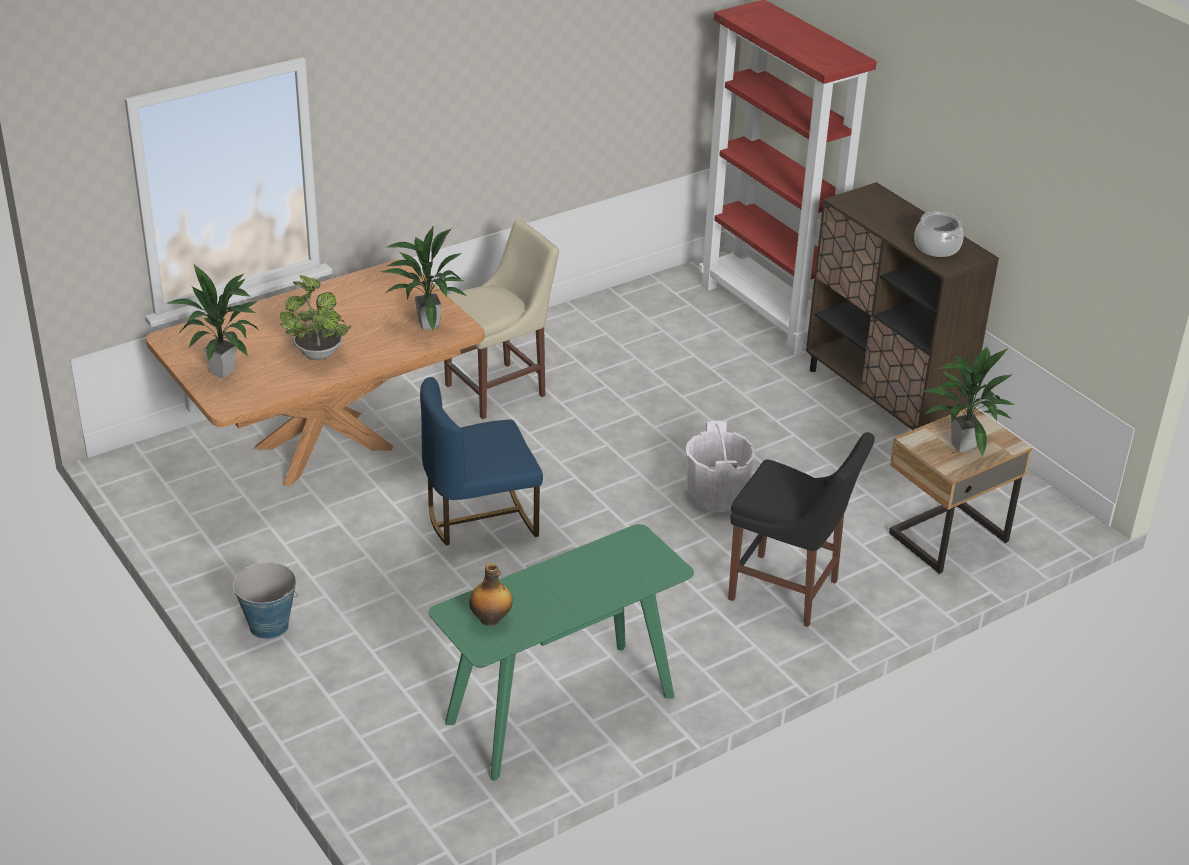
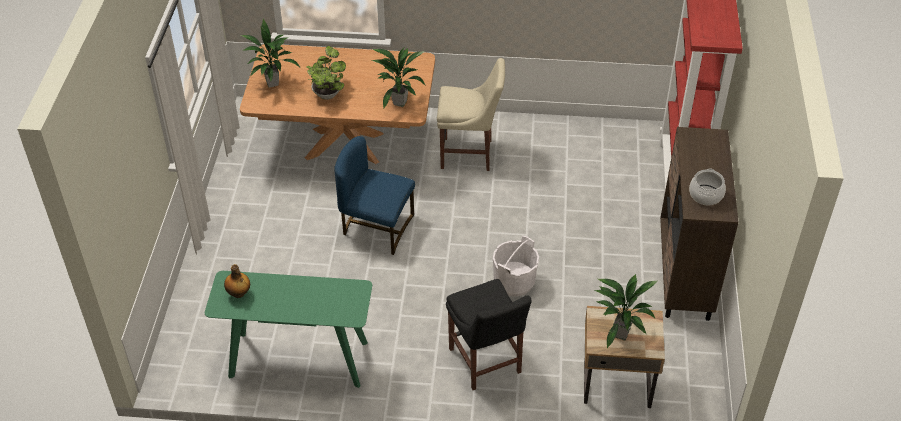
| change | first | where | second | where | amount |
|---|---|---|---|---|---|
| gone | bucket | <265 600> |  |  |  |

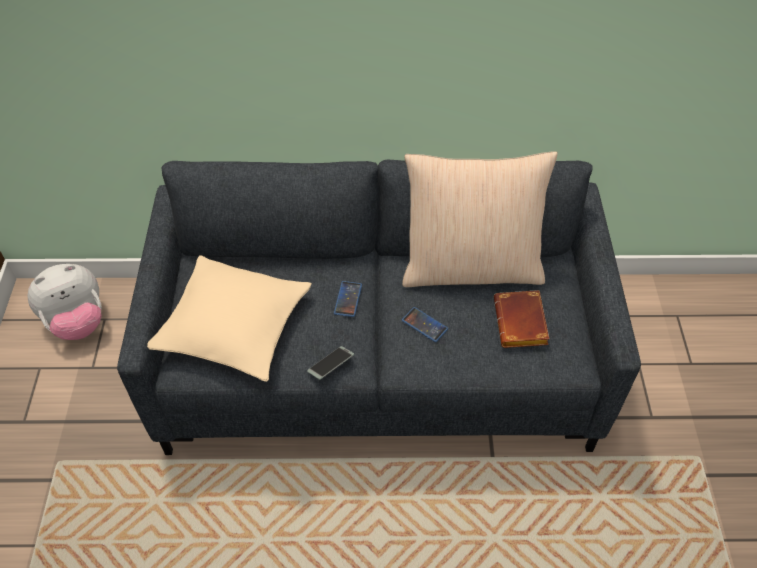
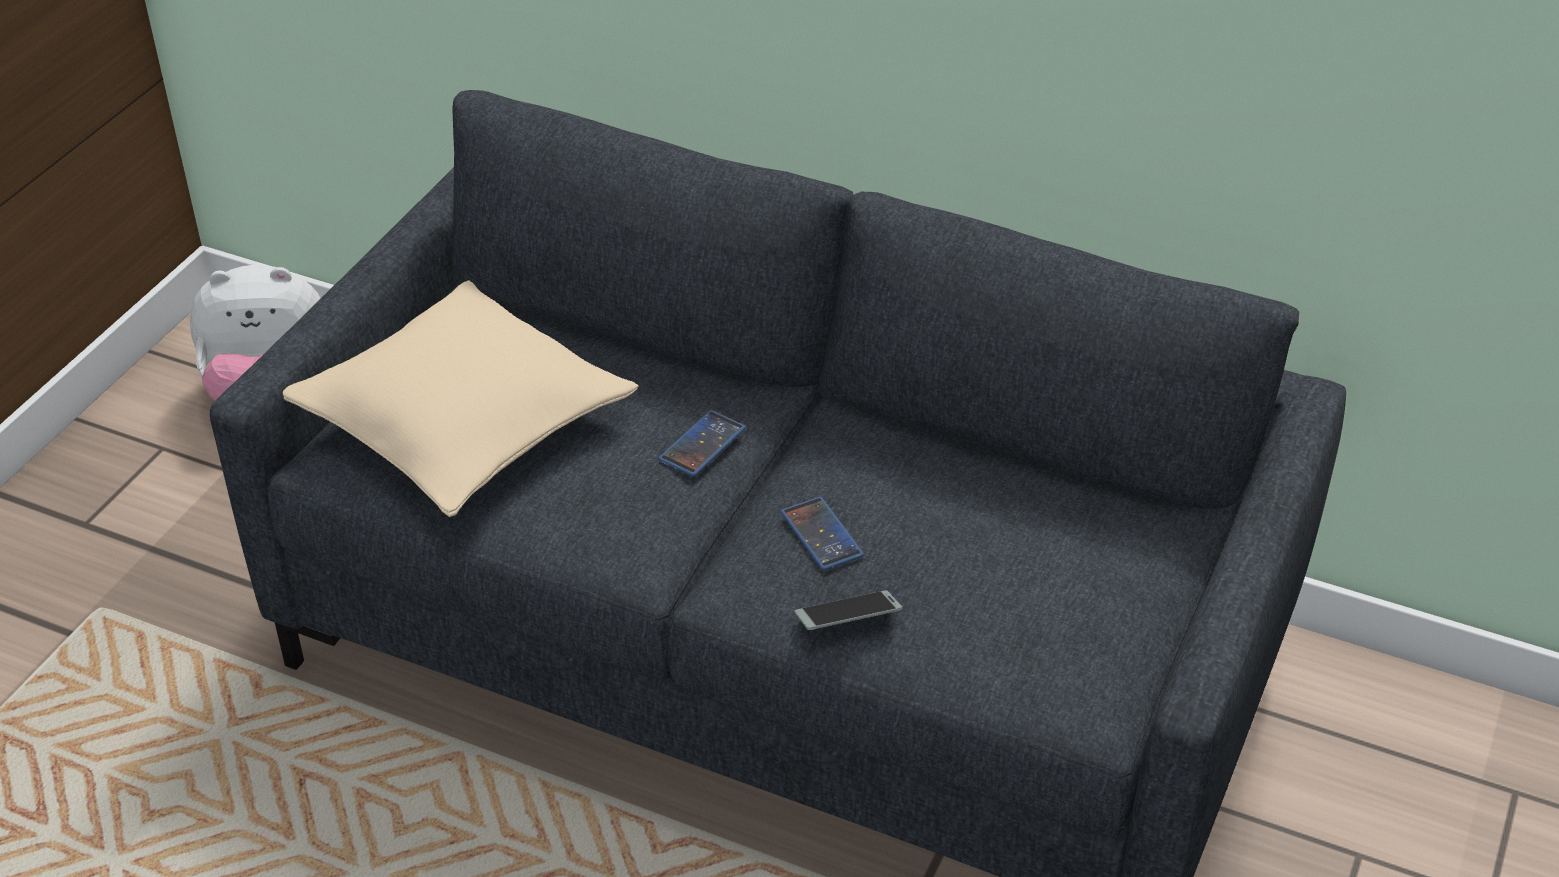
| change | first | where | second | where | amount |
|---|---|---|---|---|---|
| gone | pillow/beige | <480 219> |  |  |  |
| gone | book/brown | <521 319> |  |  |  |
| shifted | phone | <330 363> |  | <848 610> |  |

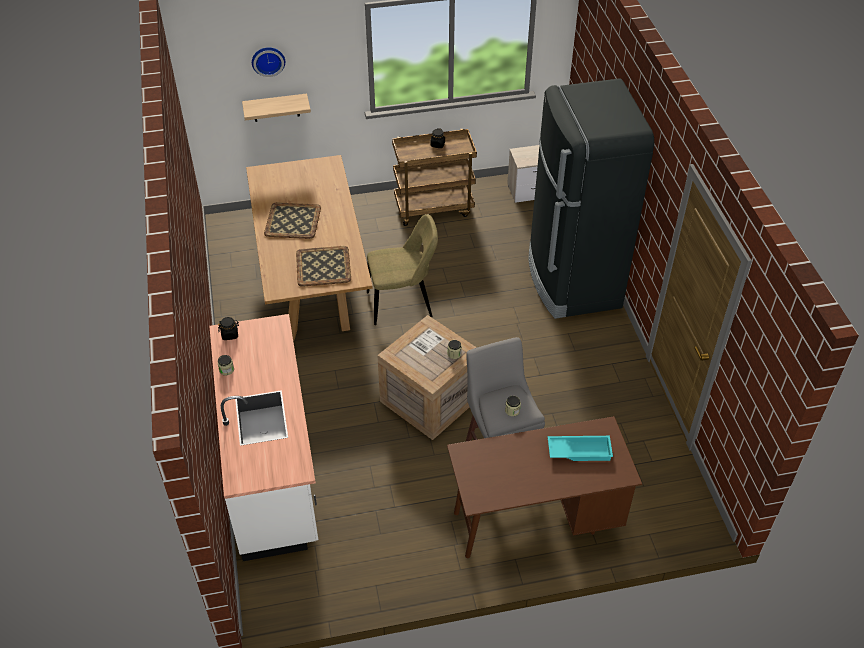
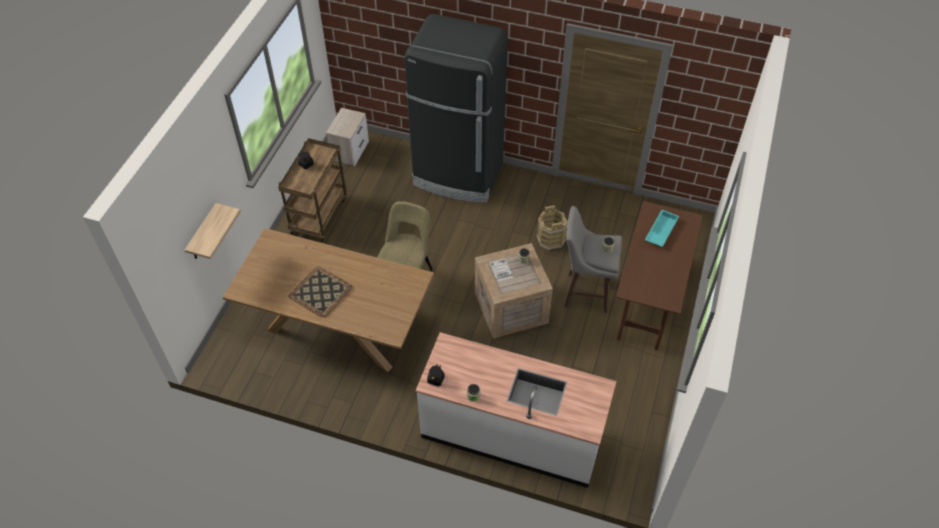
| change | first | where | second | where | amount |
|---|---|---|---|---|---|
| gone | wall clock | <268 62> |  |  |  |
| gone | tray | <323 266> |  |  |  |
| new |  |  | bucket/brown | <551 227> |  |

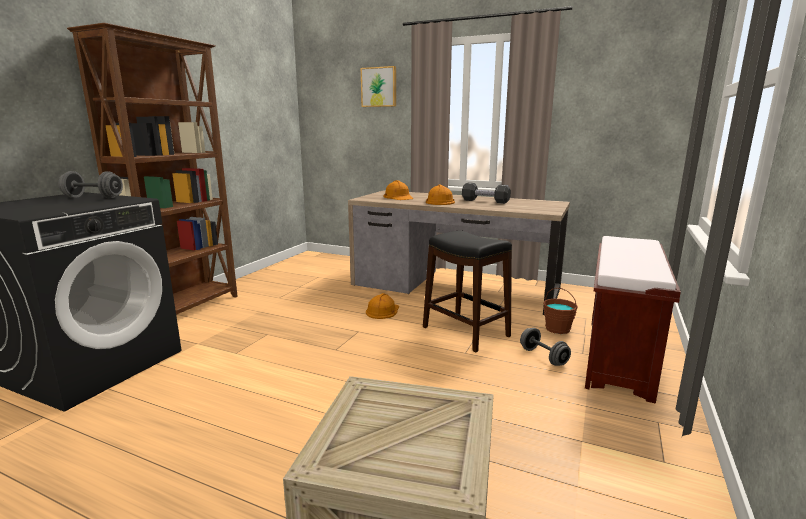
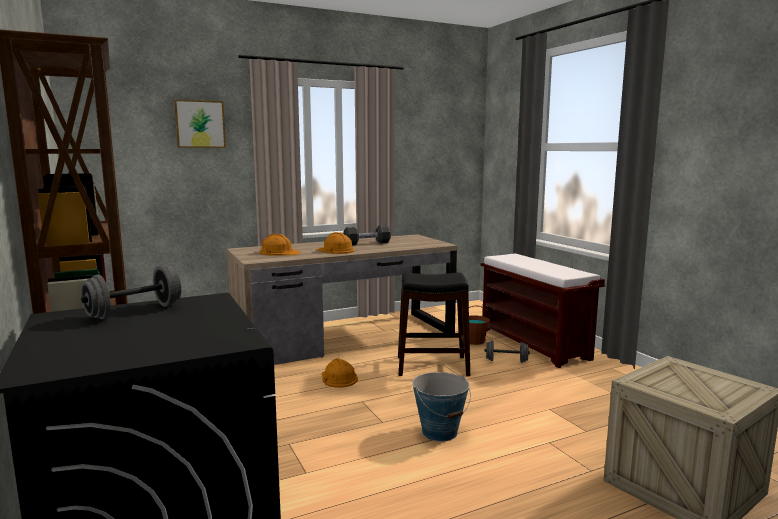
| change | first | where | second | where | amount |
|---|---|---|---|---|---|
| new |  |  | bucket | <441 407> |  |

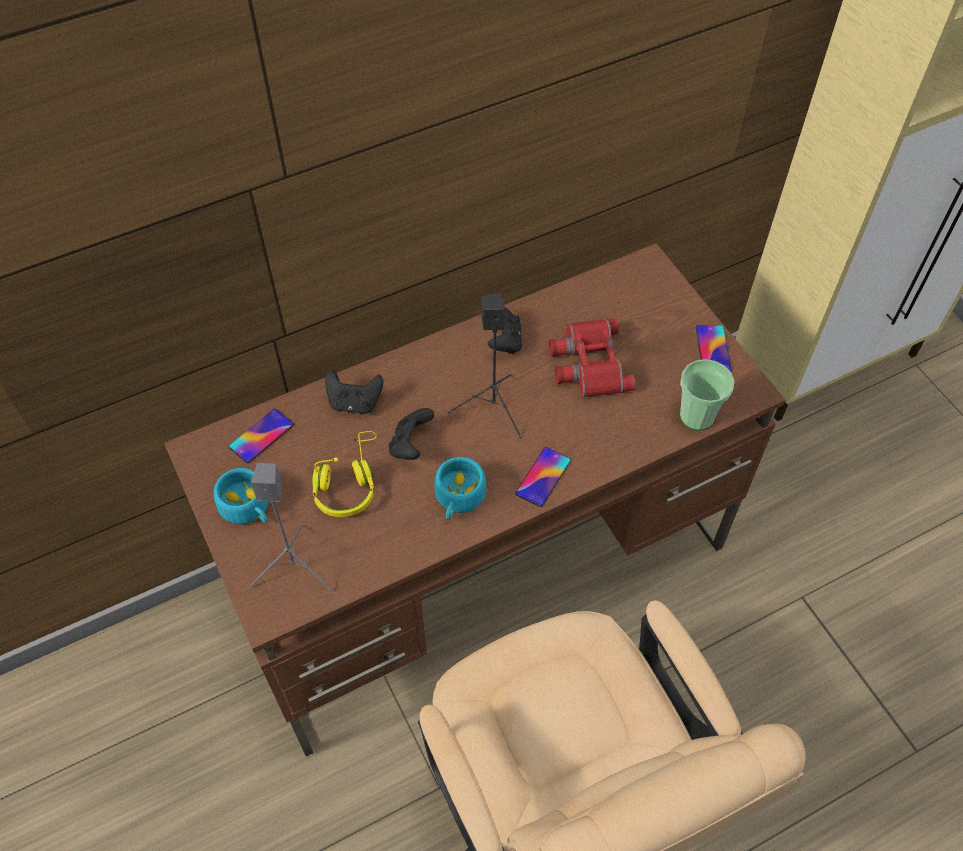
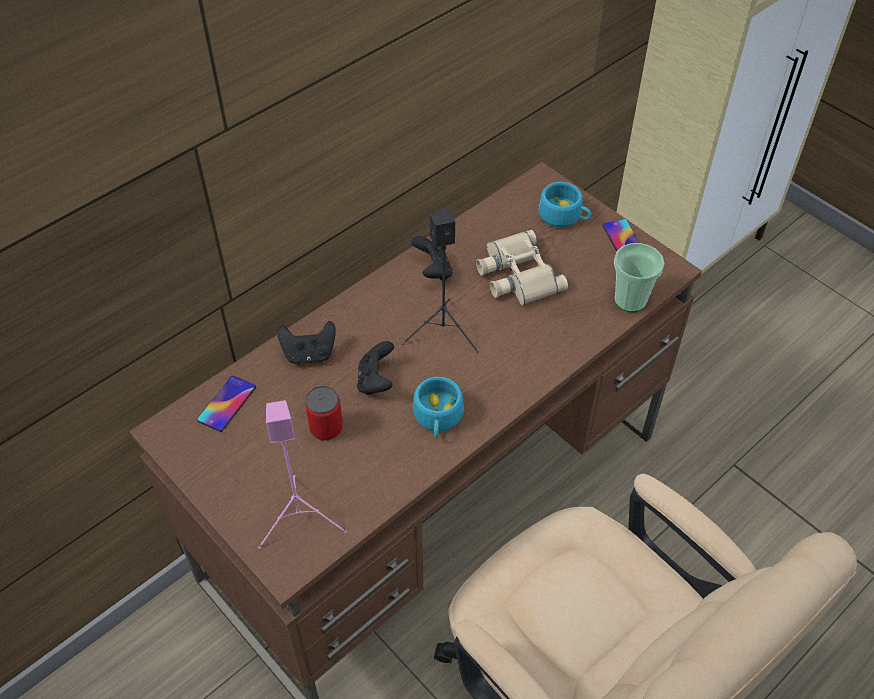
| change | first | where | second | where | amount |
|---|---|---|---|---|---|
| gone | phone | <543 477> |  |  |  |
| shifted | cup/turquoise | <241 496> |  | <565 205> |  |
| swapped | headphones/yellow | <344 474> | can | <324 413> |  |
| repainted | speaker/grey | <291 528> | speaker/pink | <302 474> |  |
| repainted | binoculars/red | <592 358> | binoculars/beige | <522 267> |  |

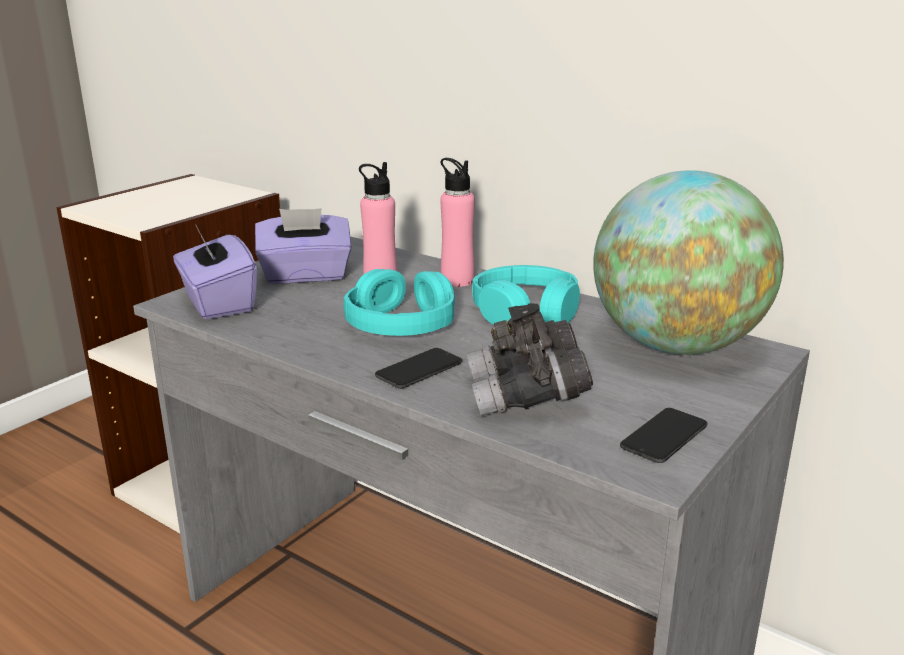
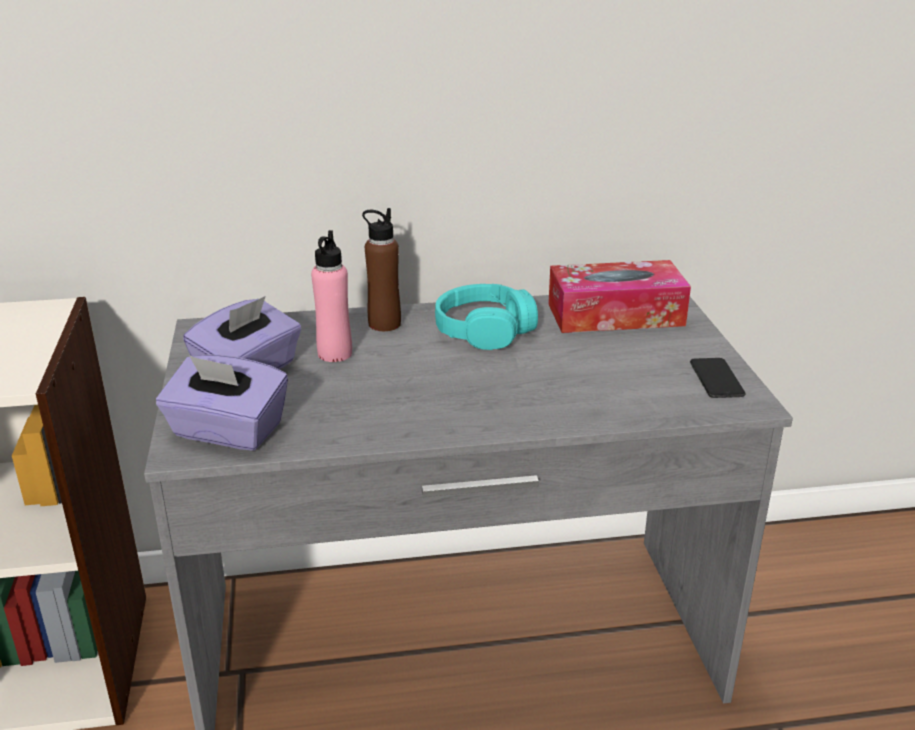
| change | first | where | second | where | amount |
|---|---|---|---|---|---|
| gone | headphones/turquoise | <399 302> |  |  |  |
| gone | phone | <418 368> |  |  |  |
| gone | binoculars/grey | <530 359> |  |  |  |
| swapped | globe | <688 262> | tissue box | <619 296> |  |
| repainted | bottle/pink | <457 222> | bottle/brown | <381 269> |  |

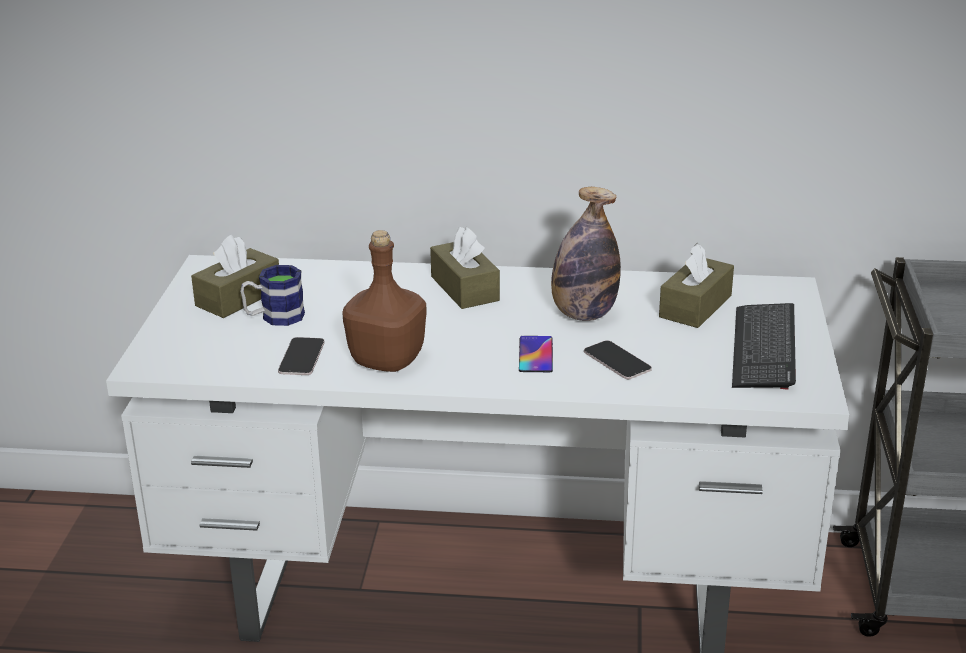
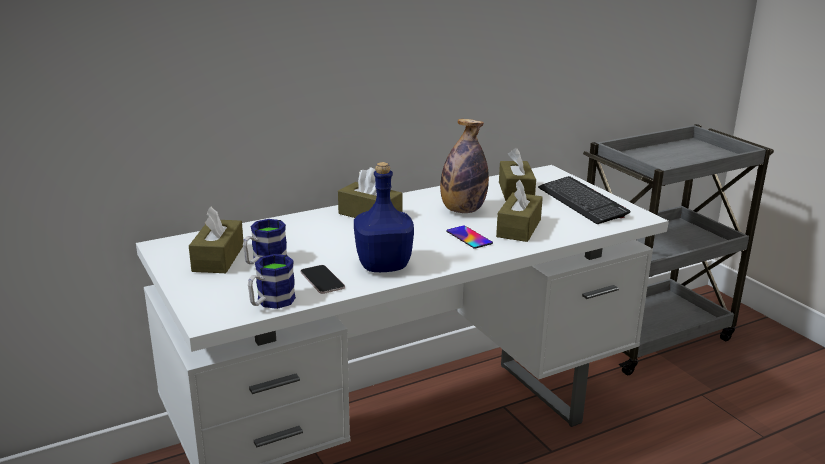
| change | first | where | second | where | amount |
|---|---|---|---|---|---|
| new |  |  | mug | <272 281> |  |
| swapped | phone | <618 359> | tissue box/brown | <519 211> |  |
| repainted | bottle/brown | <384 301> | bottle/blue | <384 217> |  |

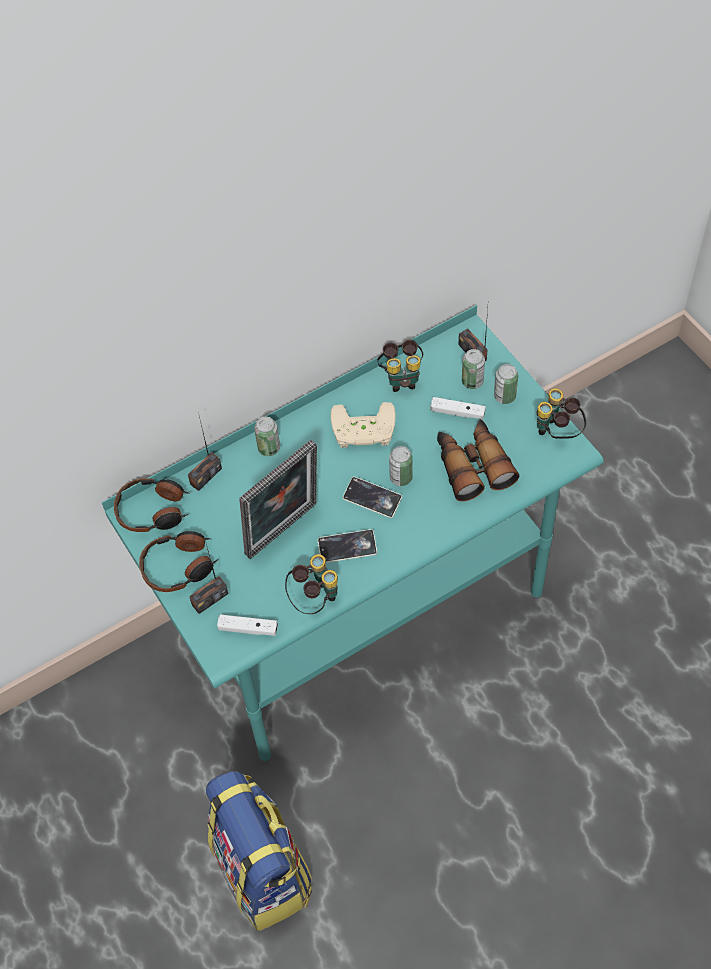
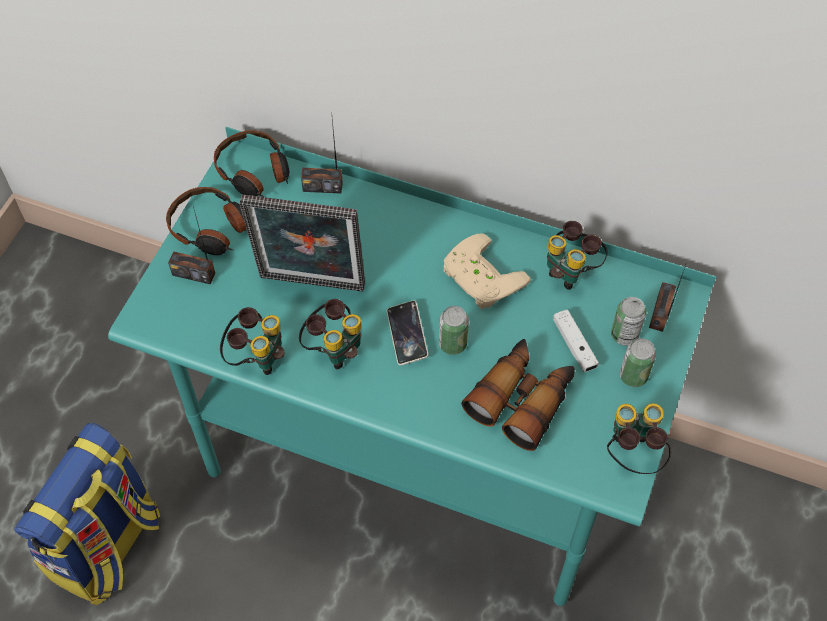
| change | first | where | second | where | amount |
|---|---|---|---|---|---|
| gone | game controller/white | <247 625> |  |  |  |
| gone | can | <267 436> |  |  |  |
| swapped | phone | <347 546> | binoculars | <330 334> |  |

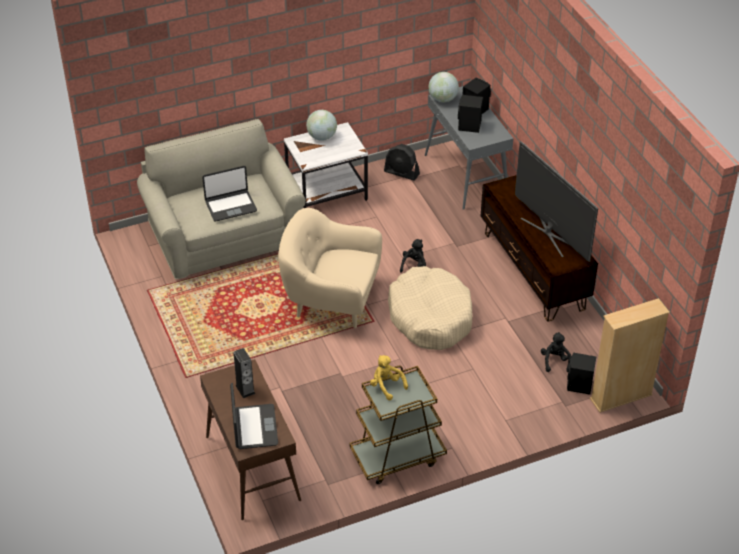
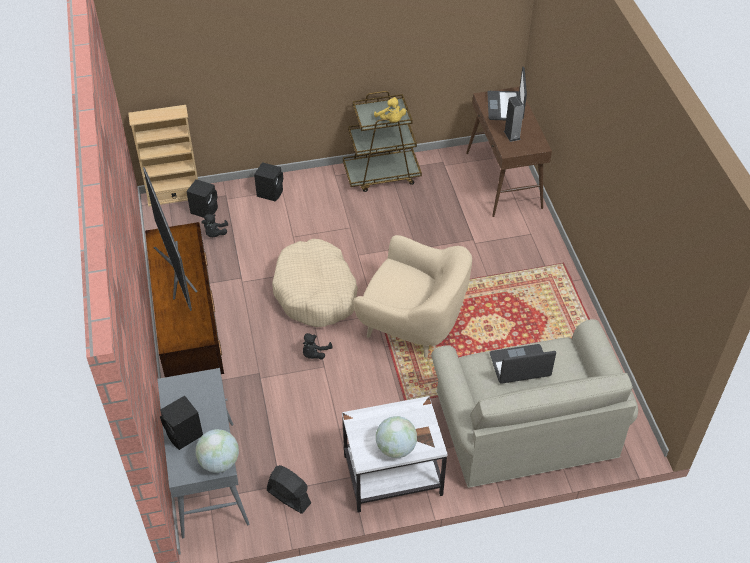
| change | first | where | second | where | amount |
|---|---|---|---|---|---|
| shifted | speaker/black | <470 114> |  | <268 182> |  |

